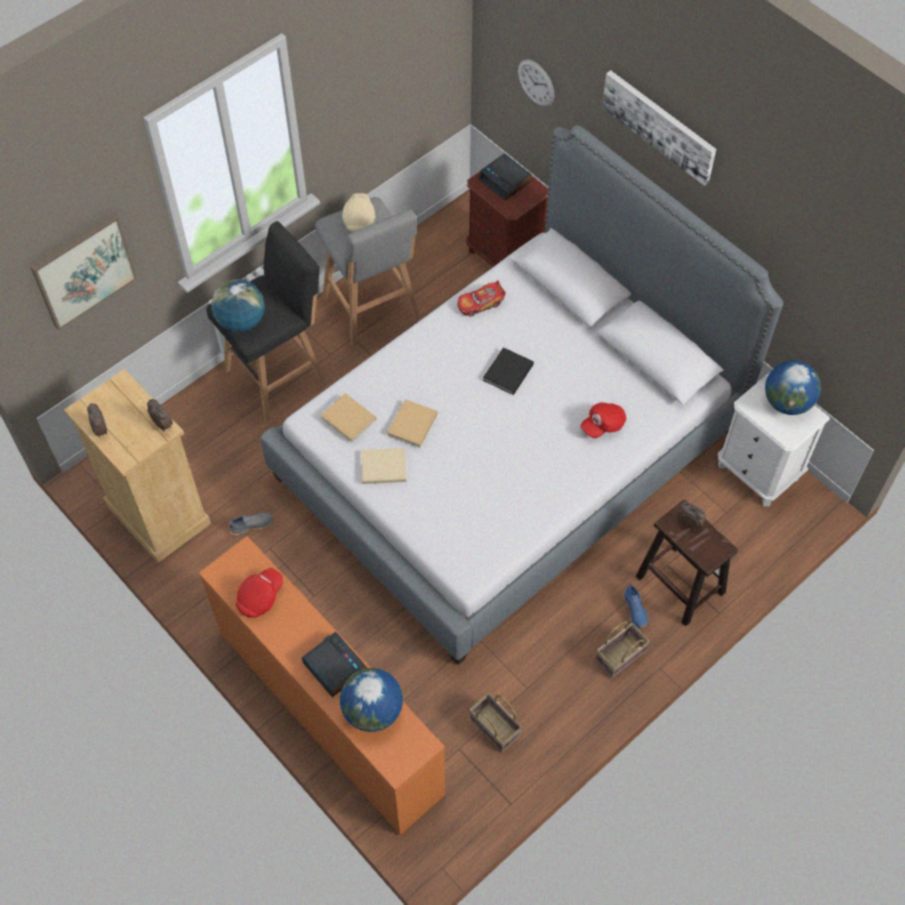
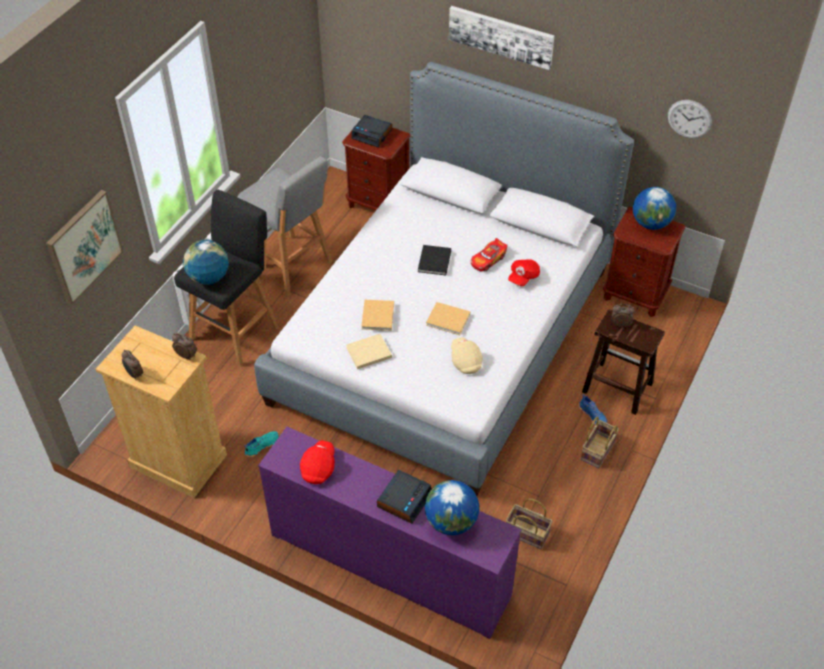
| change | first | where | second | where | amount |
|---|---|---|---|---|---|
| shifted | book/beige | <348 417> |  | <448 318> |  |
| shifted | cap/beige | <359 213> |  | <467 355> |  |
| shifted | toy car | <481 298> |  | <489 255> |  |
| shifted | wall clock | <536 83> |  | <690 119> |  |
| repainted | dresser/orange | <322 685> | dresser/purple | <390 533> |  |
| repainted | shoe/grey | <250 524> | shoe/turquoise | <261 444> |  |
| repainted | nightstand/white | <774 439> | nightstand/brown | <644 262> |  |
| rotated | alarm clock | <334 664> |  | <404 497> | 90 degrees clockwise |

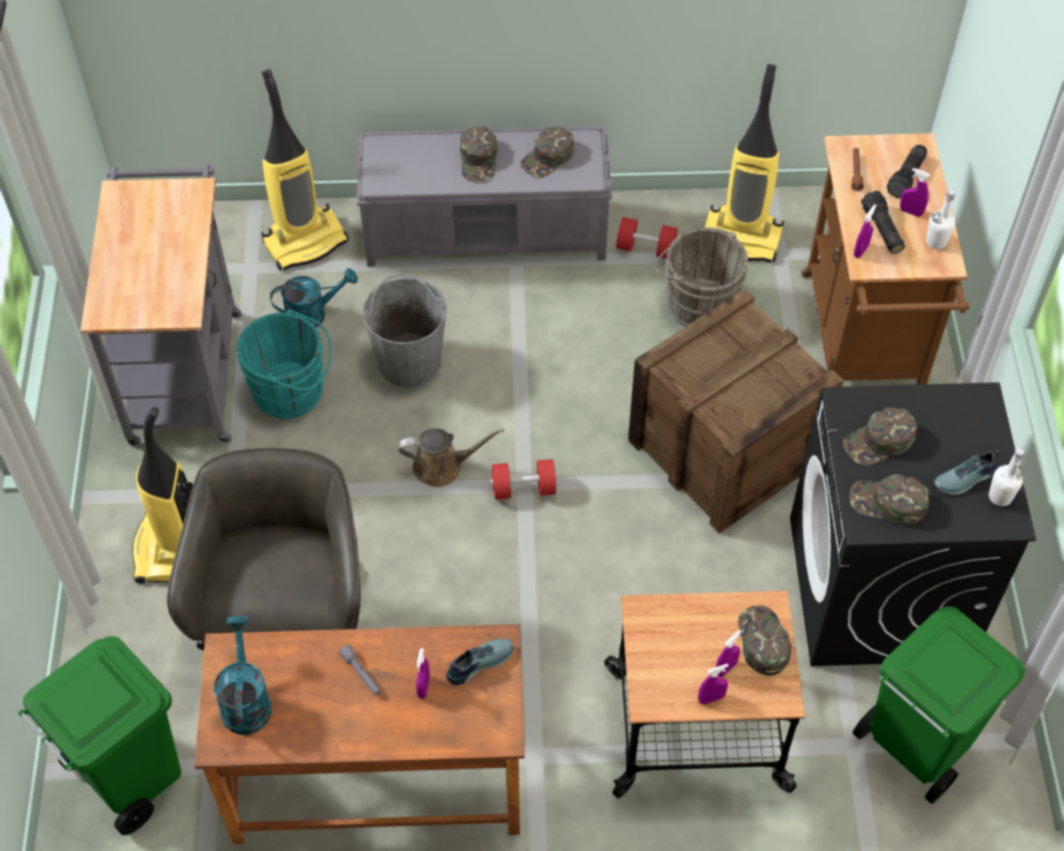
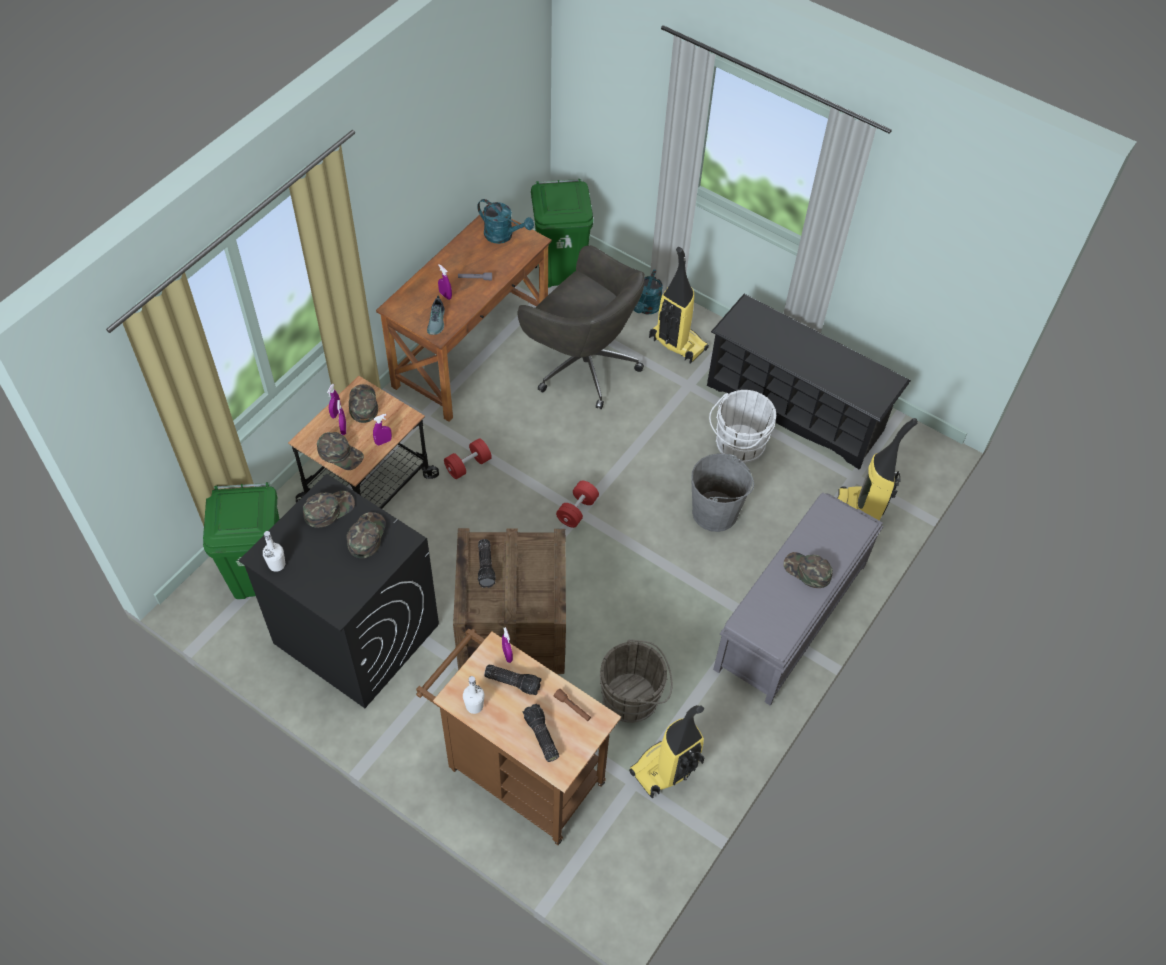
| change | first | where | second | where | amount |
|---|---|---|---|---|---|
| gone | watering can/brown | <451 457> |  |  |  |
| gone | shoe | <966 472> |  |  |  |
| new |  |  | flashlight | <487 563> |  |
| shifted | watering can/turquoise | <314 297> |  | <648 291> |  |
| shifted | cap/green | <547 152> |  | <363 403> |  |
| shifted | dumbbell/red | <646 238> |  | <468 458> |  |
| shifted | spray bottle/purple | <915 192> |  | <382 430> |  |
| swapped | cart/grey | <161 305> | shoe rack/black | <809 382> |  |
| repainted | bucket/turquoise | <284 364> | bucket/white | <742 426> |  |

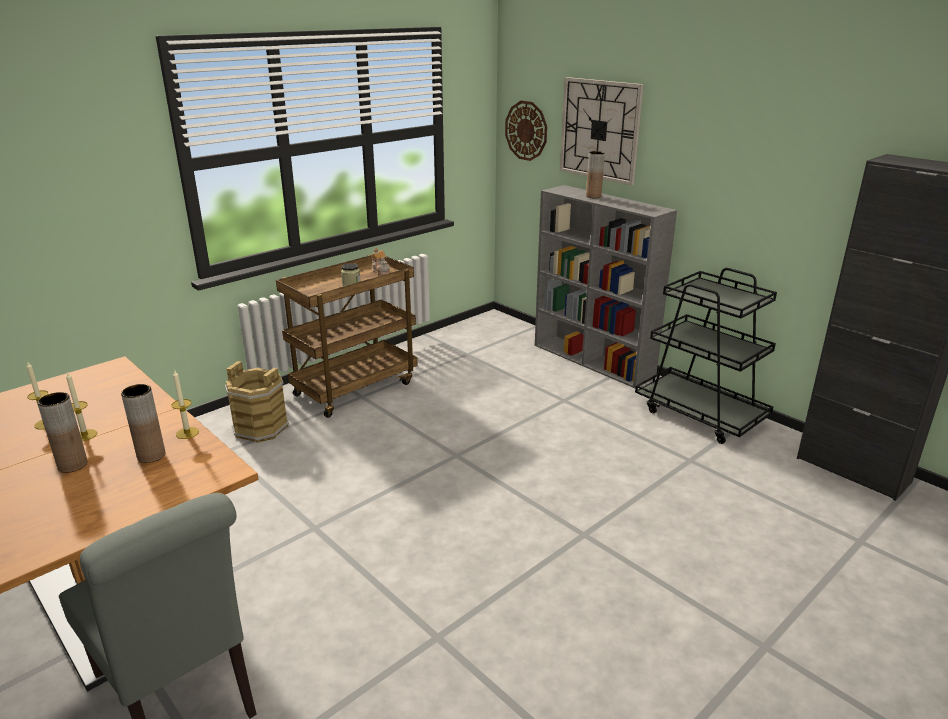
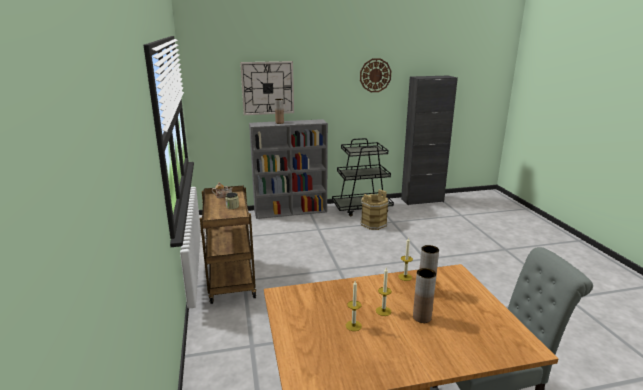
| change | first | where | second | where | amount |
|---|---|---|---|---|---|
| shifted | bucket/brown | <257 402> |  | <374 209> |  |
| shifted | wall clock | <526 131> |  | <375 75> |  |

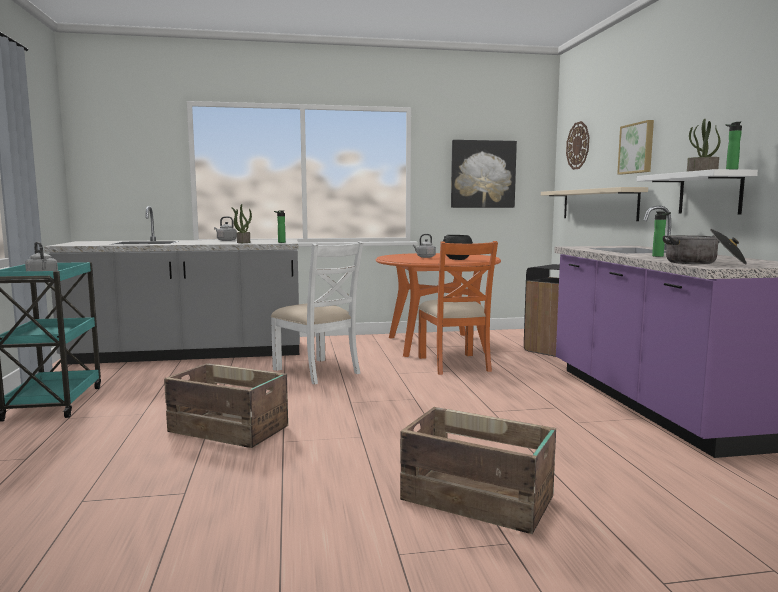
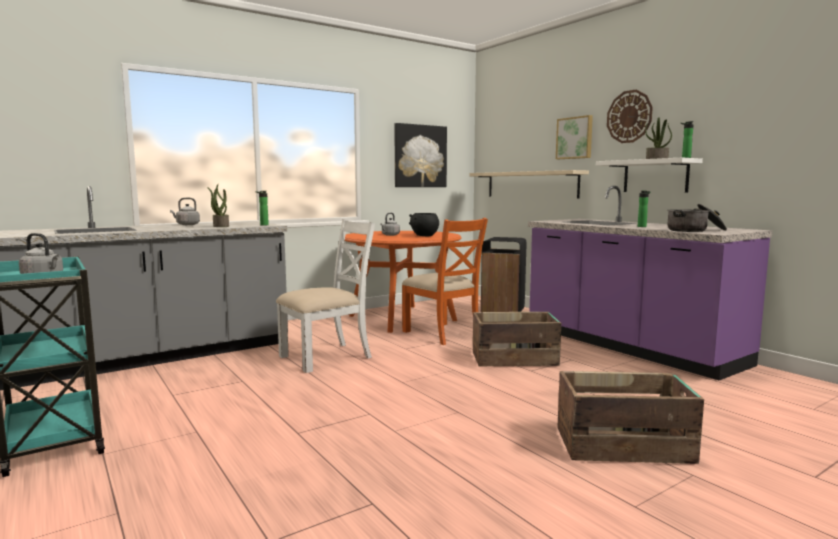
| change | first | where | second | where | amount |
|---|---|---|---|---|---|
| shifted | crate | <226 405> |  | <517 339> |  |
| shifted | wall clock | <577 145> |  | <630 116> |  |
| rotated | chair/white | <317 312> |  | <325 296> | 60 degrees counterclockwise |

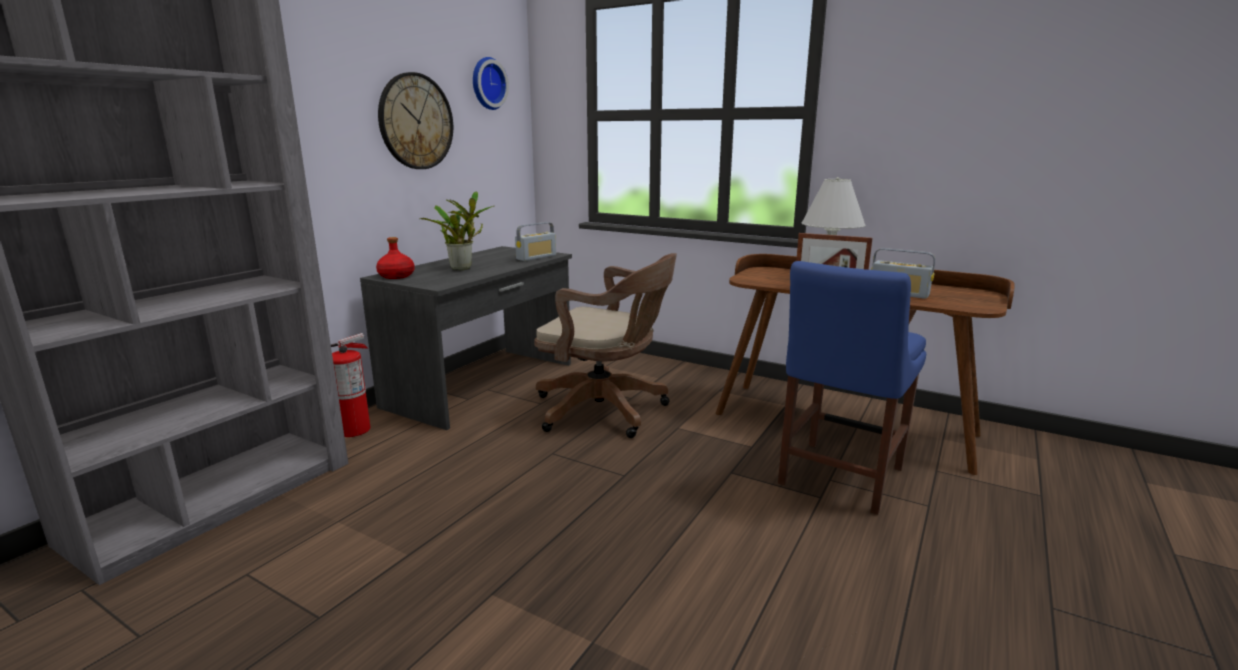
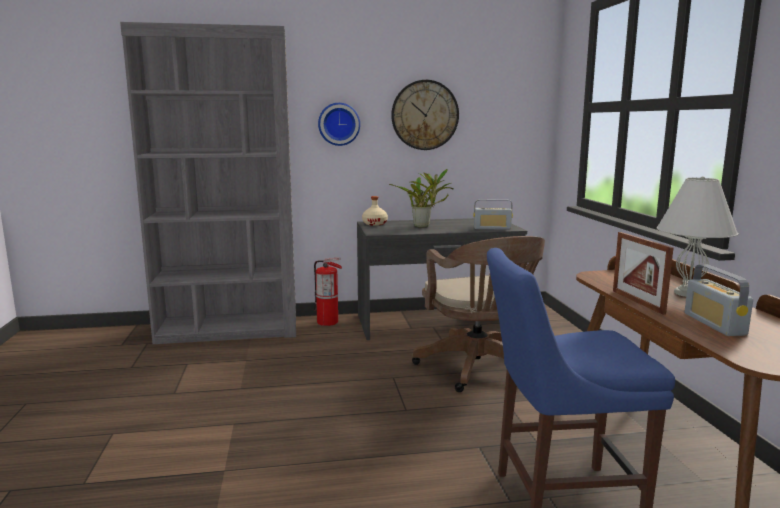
| change | first | where | second | where | amount |
|---|---|---|---|---|---|
| shifted | wall clock | <491 83> |  | <339 124> |  |
| repainted | bottle/red | <395 258> | bottle/beige | <375 211> |  |

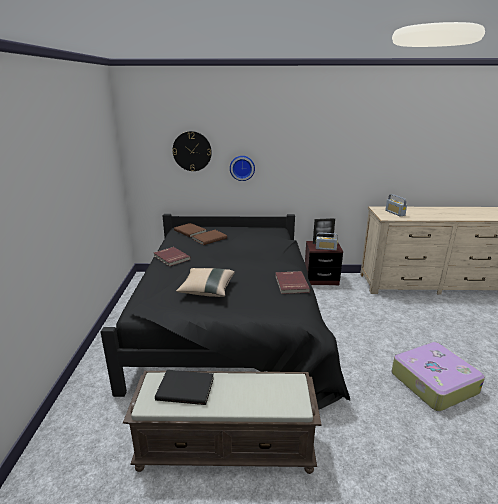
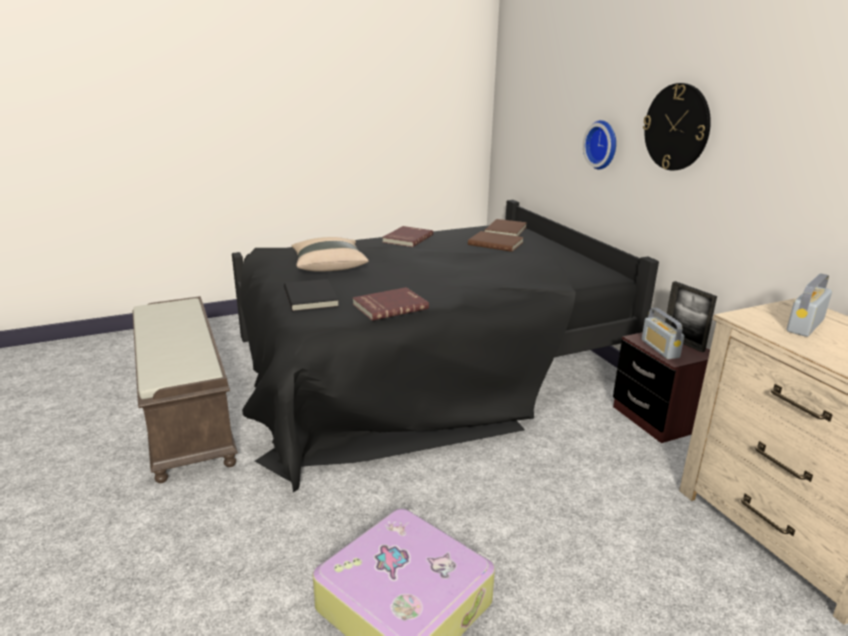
| change | first | where | second | where | amount |
|---|---|---|---|---|---|
| shifted | book/black | <184 387> |  | <311 295> |  |
| shifted | wall clock | <192 151> |  | <677 126> |  |

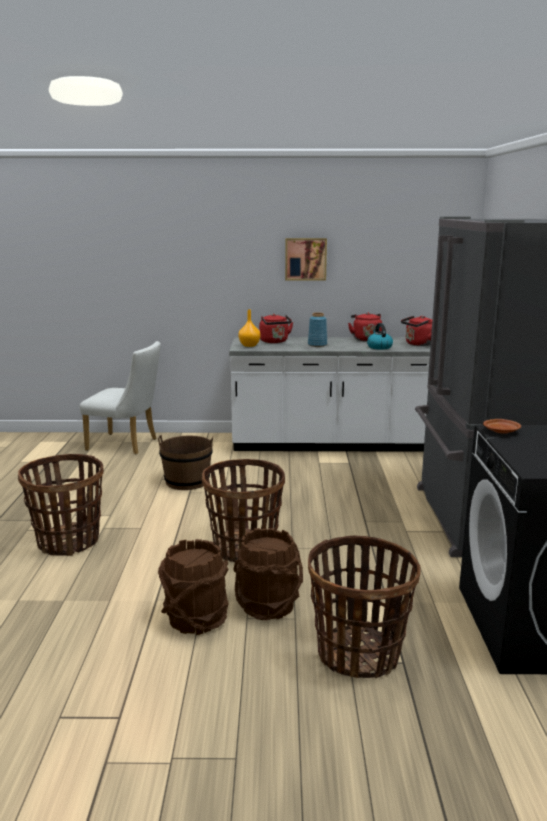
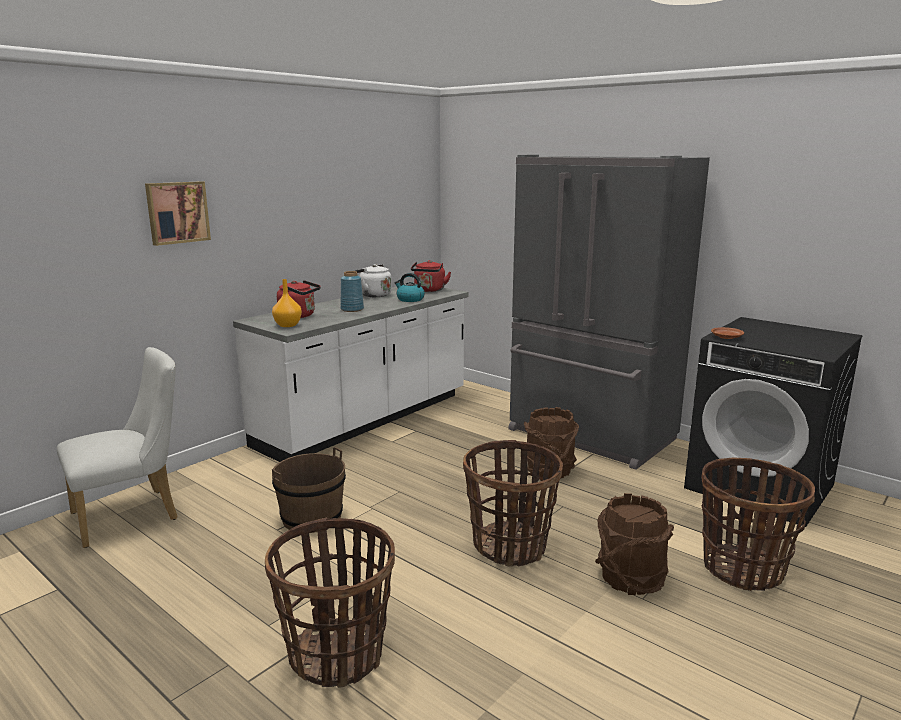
| change | first | where | second | where | amount |
|---|---|---|---|---|---|
| shifted | bucket/brown | <193 587> |  | <551 443> |  |
| shifted | picture | <306 259> |  | <178 213> |  |
| repainted | kettle/red | <365 327> | kettle/white | <373 280> |  |

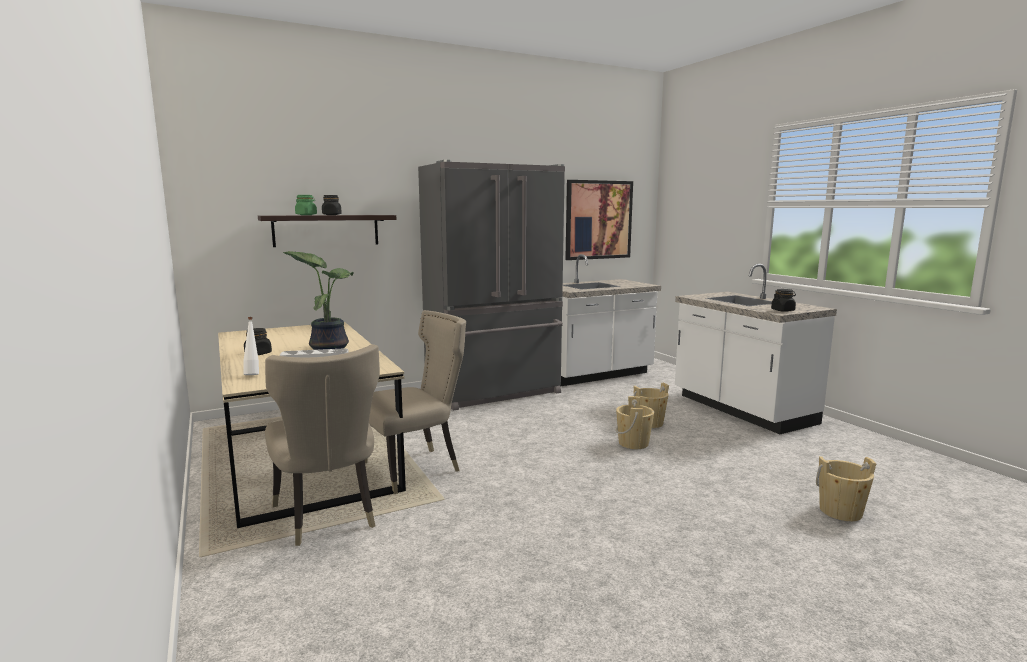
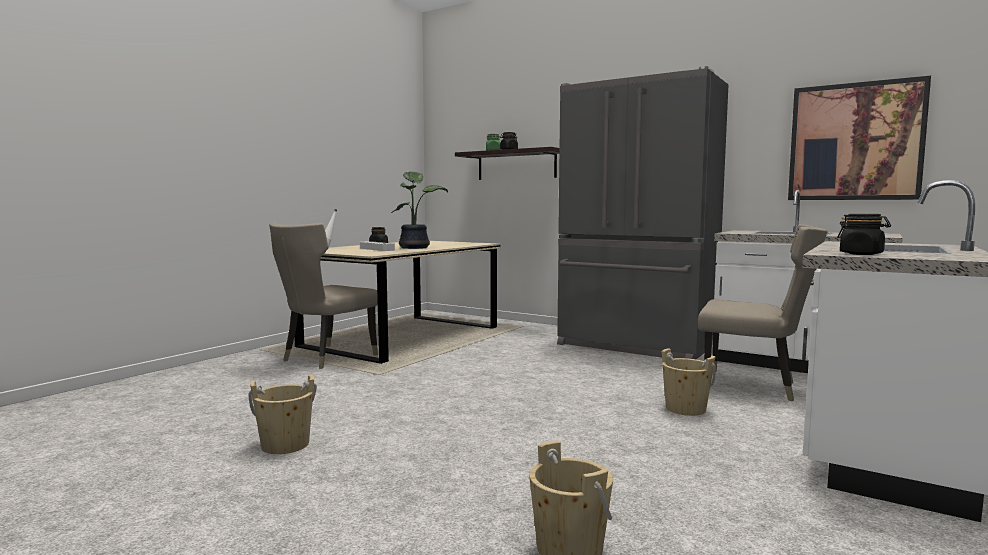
| change | first | where | second | where | amount |
|---|---|---|---|---|---|
| shifted | chair/beige | <415 402> |  | <763 312> |  |
| shifted | bucket/beige | <635 422> |  | <282 414> |  |

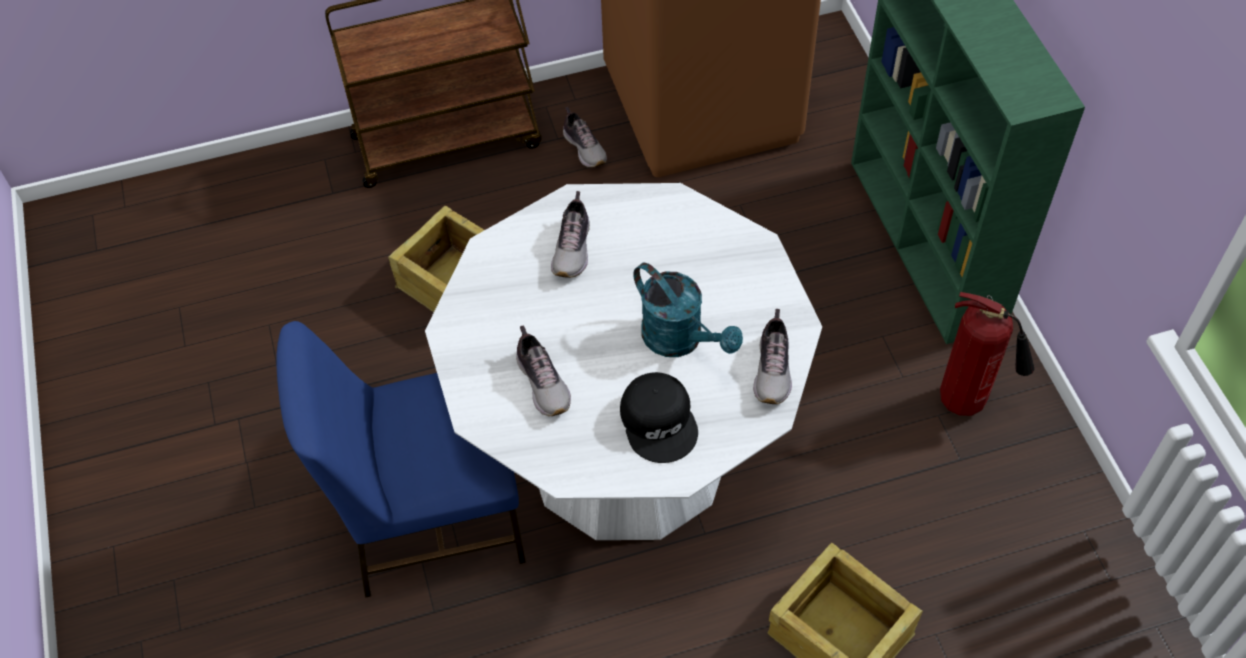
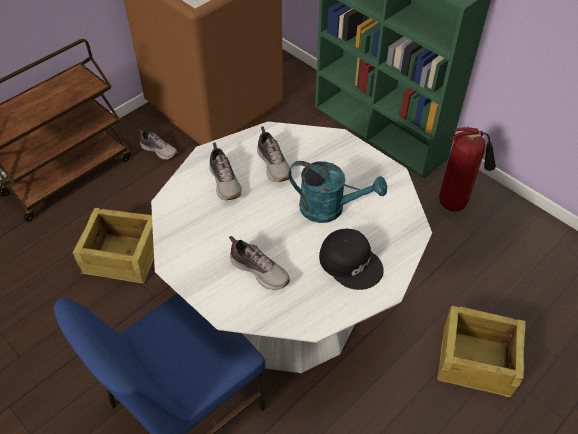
| change | first | where | second | where | amount |
|---|---|---|---|---|---|
| shifted | shoe | <772 356> |  | <274 154> |  |

